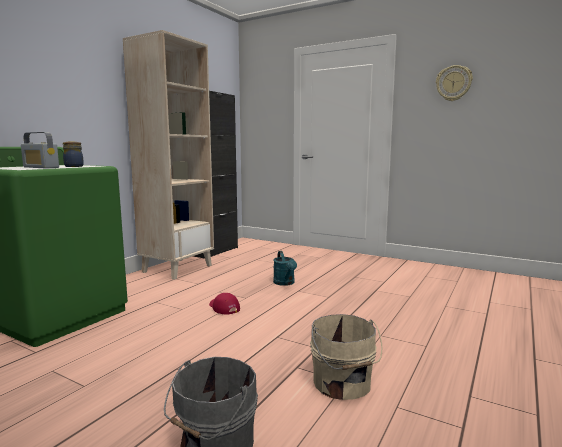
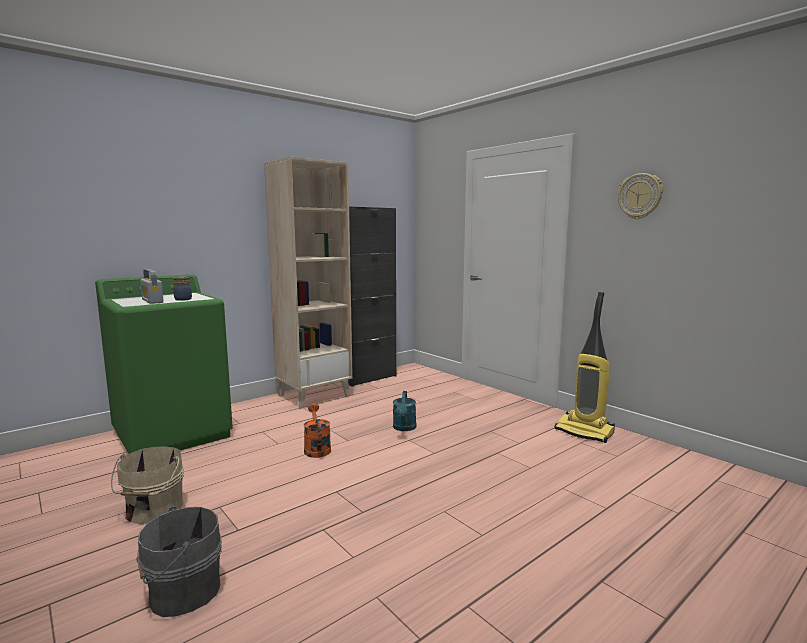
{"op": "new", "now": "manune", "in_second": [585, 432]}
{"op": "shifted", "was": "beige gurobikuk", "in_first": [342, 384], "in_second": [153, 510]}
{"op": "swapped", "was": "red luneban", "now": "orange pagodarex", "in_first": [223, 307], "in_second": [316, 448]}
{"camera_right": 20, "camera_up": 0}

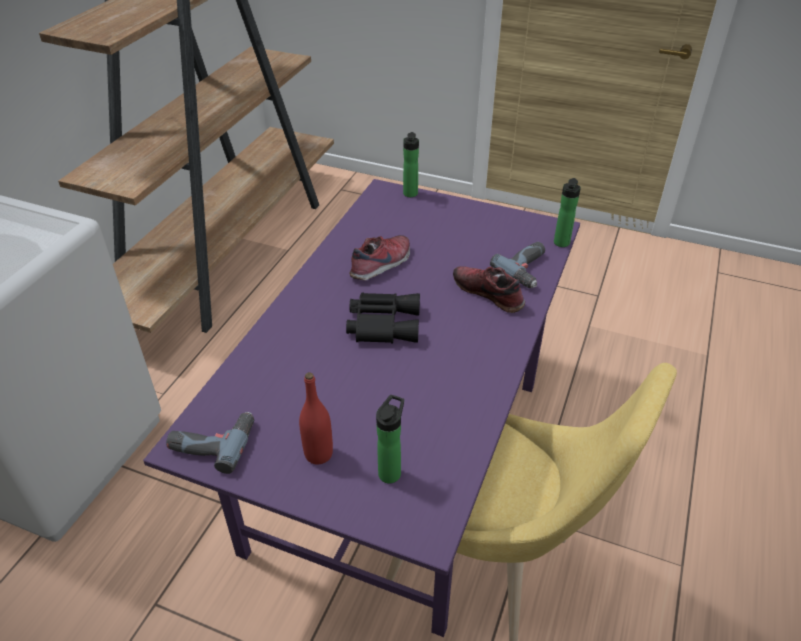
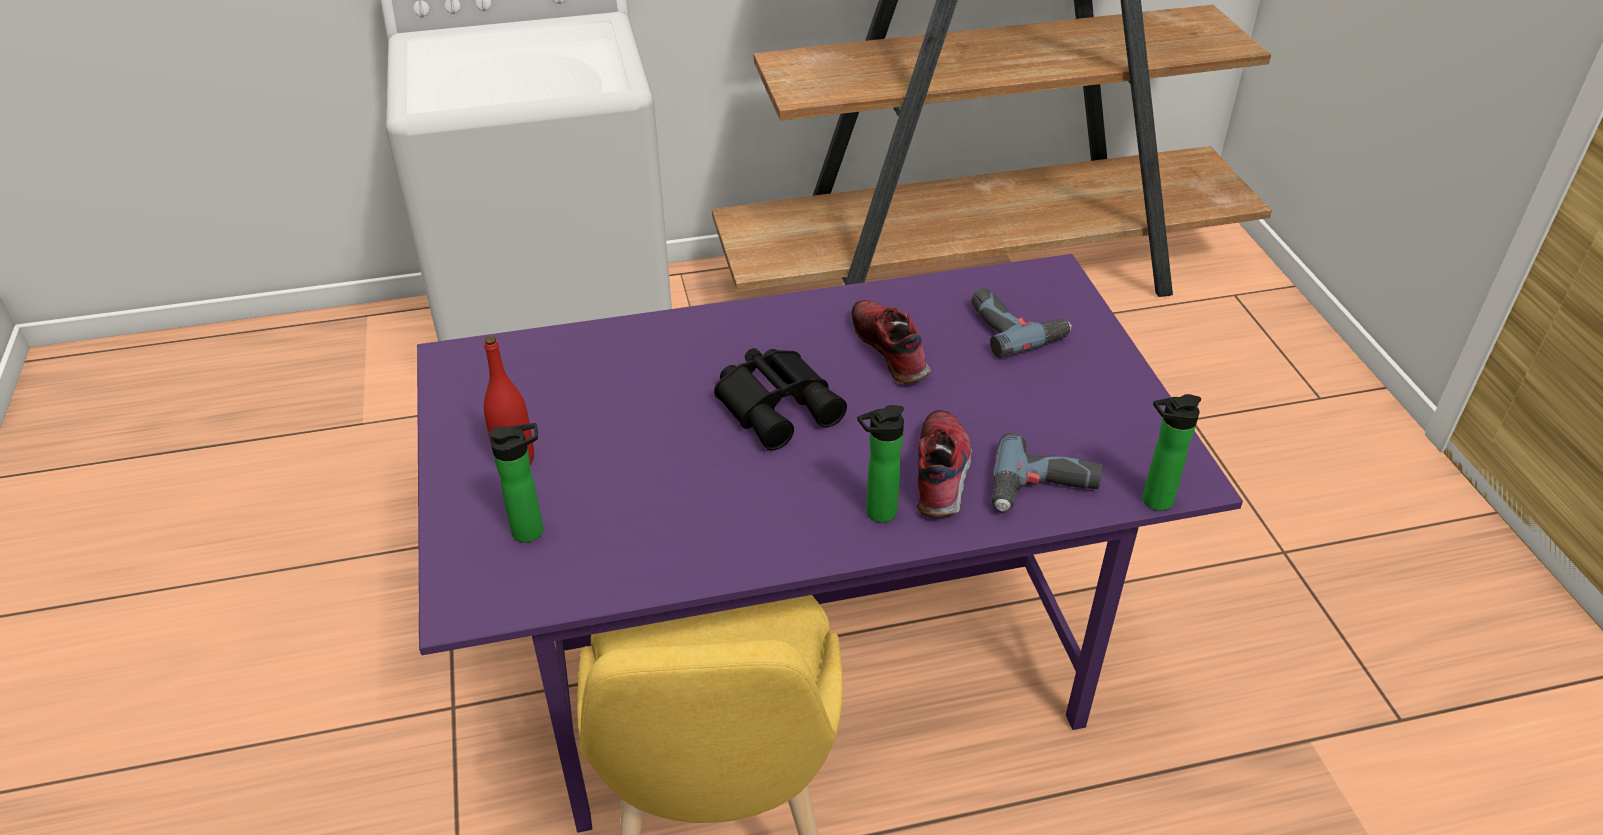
{"op": "shifted", "was": "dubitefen", "in_first": [213, 441], "in_second": [1015, 327]}
{"op": "shifted", "was": "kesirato", "in_first": [410, 195], "in_second": [876, 513]}
{"op": "rotated", "was": "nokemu", "in_first": [382, 265], "in_second": [892, 349], "clockwise": -120}
{"camera_right": 55, "camera_up": 0}

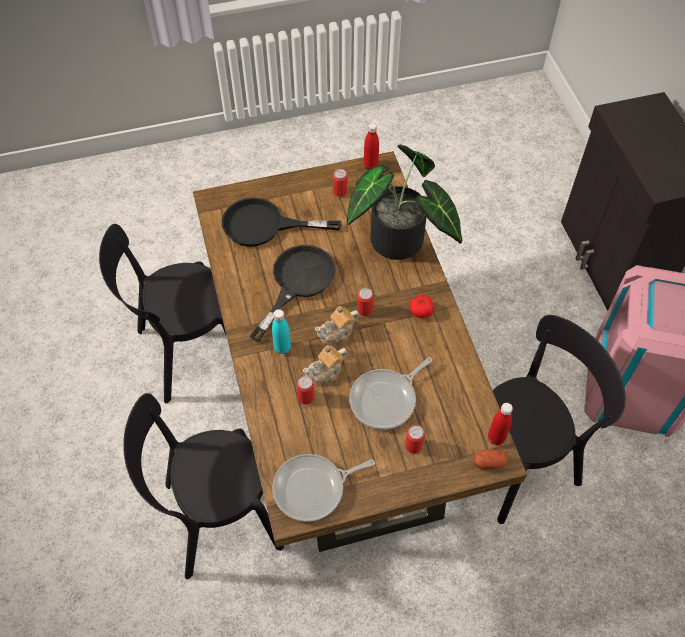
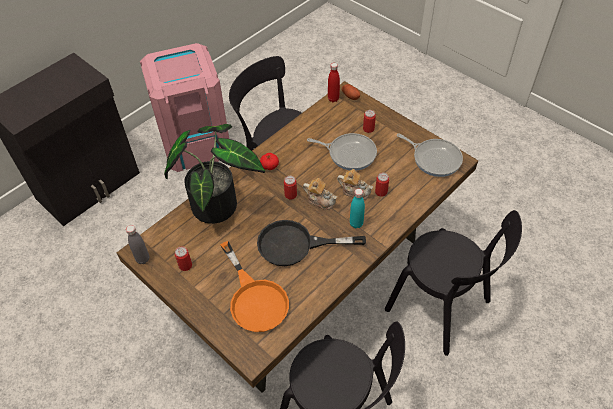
{"op": "repainted", "was": "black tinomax", "now": "orange tinomax", "in_first": [264, 225], "in_second": [255, 298]}
{"op": "repainted", "was": "red kesirato", "now": "grey kesirato", "in_first": [370, 166], "in_second": [143, 259]}
{"camera_right": -120, "camera_up": -5}

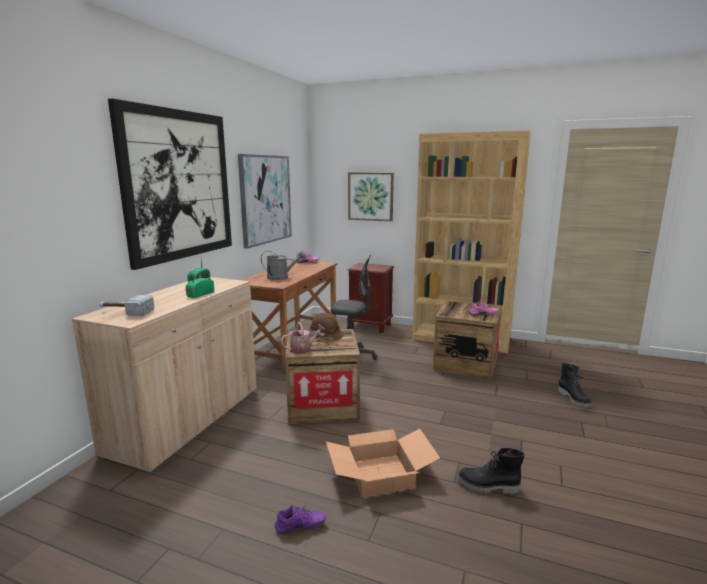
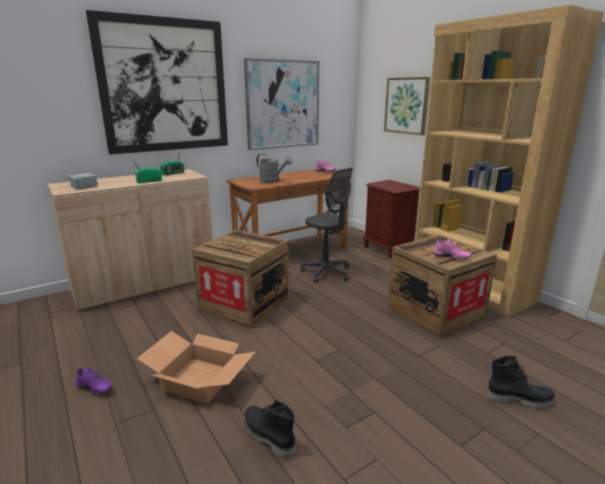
{"op": "gone", "was": "pagodarex", "in_first": [303, 349]}
{"op": "gone", "was": "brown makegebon", "in_first": [326, 335]}
{"op": "rotated", "was": "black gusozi", "in_first": [574, 399], "in_second": [519, 399], "clockwise": -105}
{"camera_right": 35, "camera_up": 5}

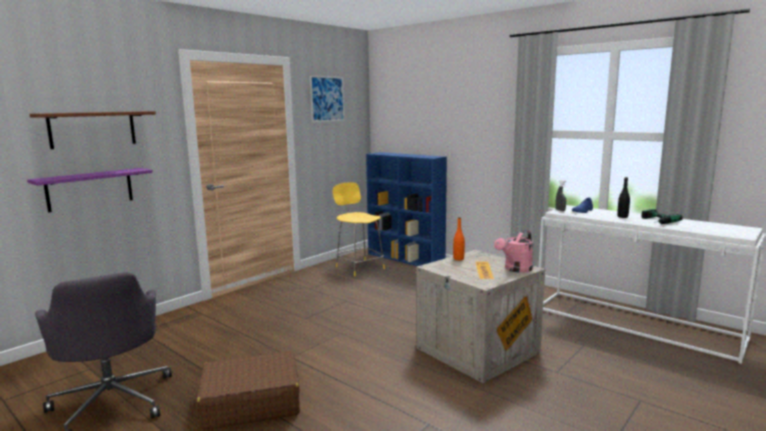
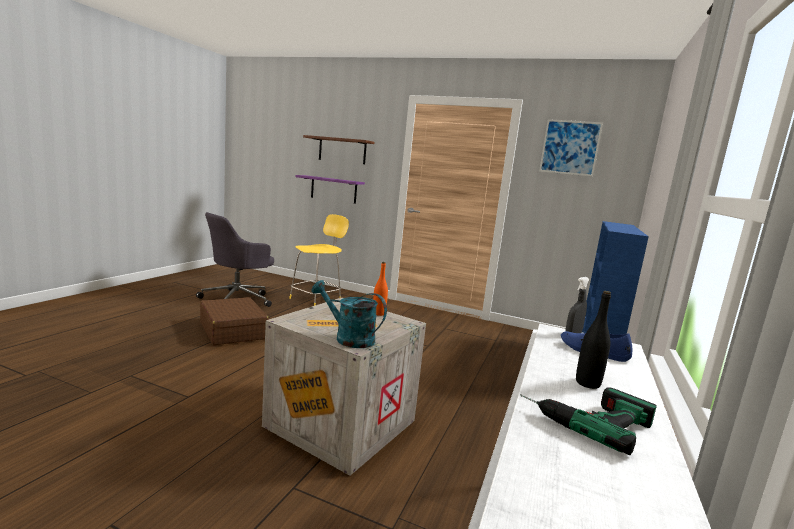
{"op": "shifted", "was": "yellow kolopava", "in_first": [359, 267], "in_second": [316, 299]}
{"op": "repainted", "was": "pink pagodarex", "now": "turquoise pagodarex", "in_first": [515, 269], "in_second": [348, 338]}
{"camera_right": 70, "camera_up": 0}

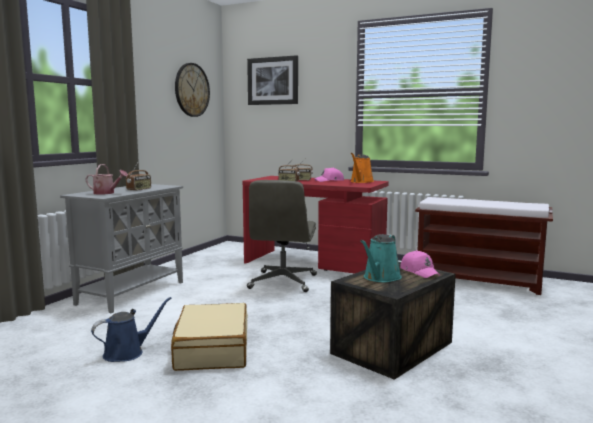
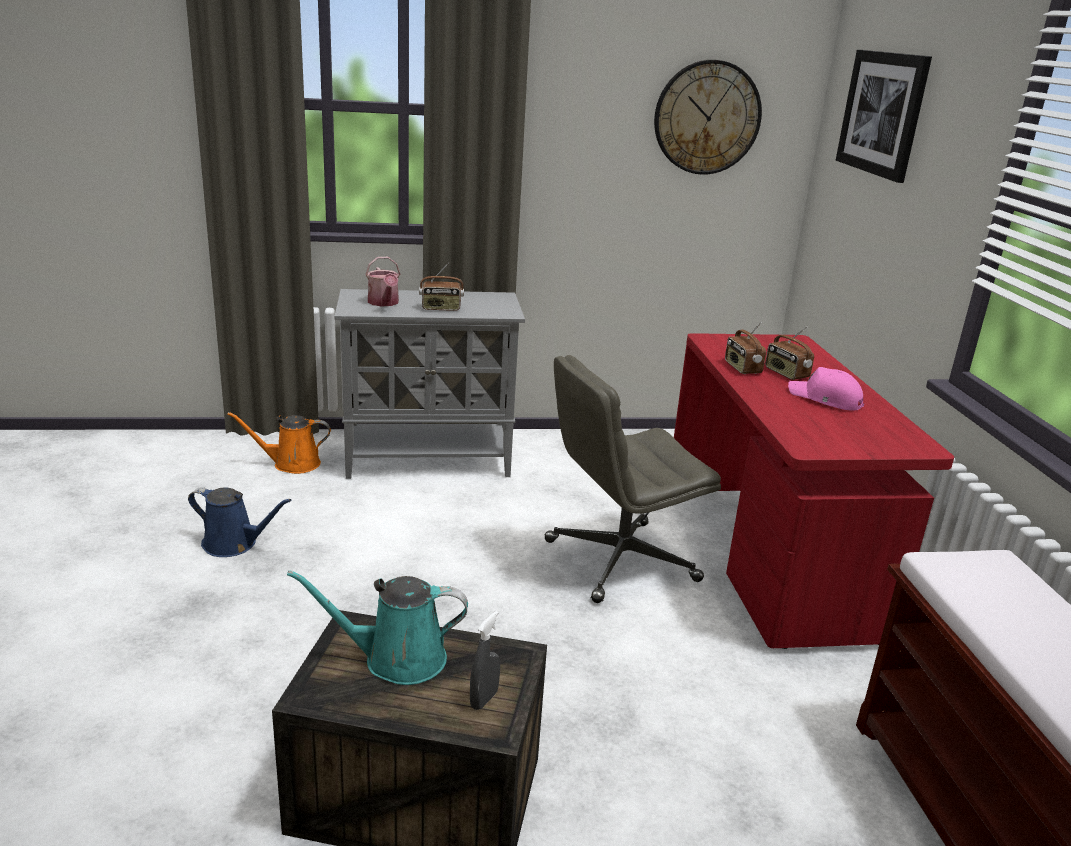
{"op": "gone", "was": "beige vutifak", "in_first": [212, 349]}
{"op": "shifted", "was": "orange pagodarex", "in_first": [361, 182], "in_second": [291, 464]}
{"op": "swapped", "was": "pink luneban", "now": "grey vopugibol", "in_first": [419, 271], "in_second": [484, 699]}
{"camera_right": 55, "camera_up": 15}

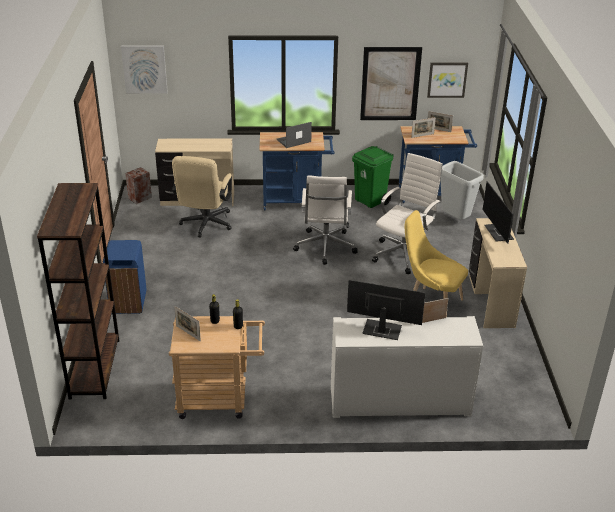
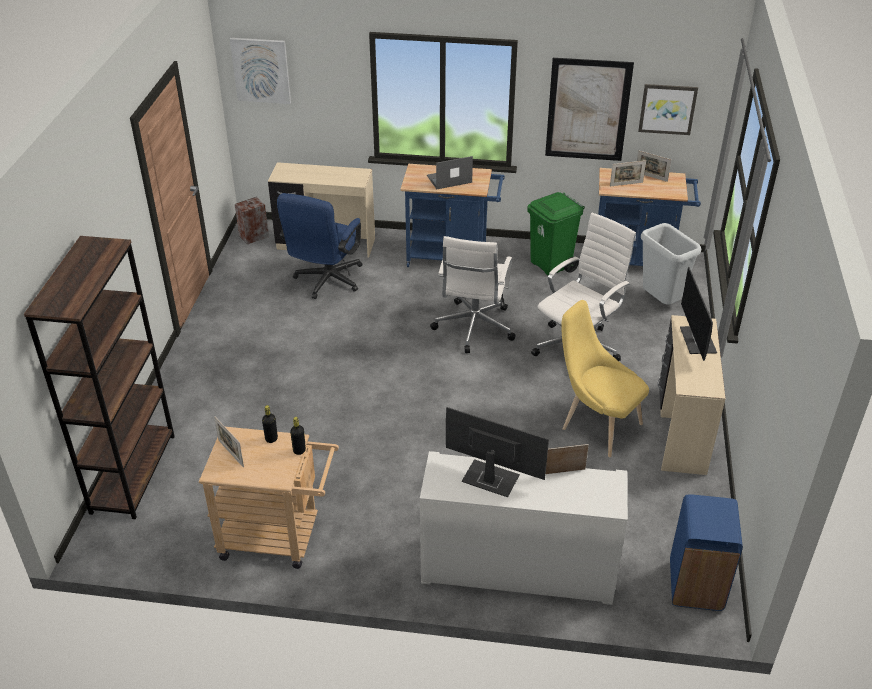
{"op": "shifted", "was": "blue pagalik", "in_first": [129, 303], "in_second": [696, 585]}
{"op": "repainted", "was": "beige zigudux", "now": "blue zigudux", "in_first": [205, 225], "in_second": [326, 282]}
{"camera_right": 10, "camera_up": 5}

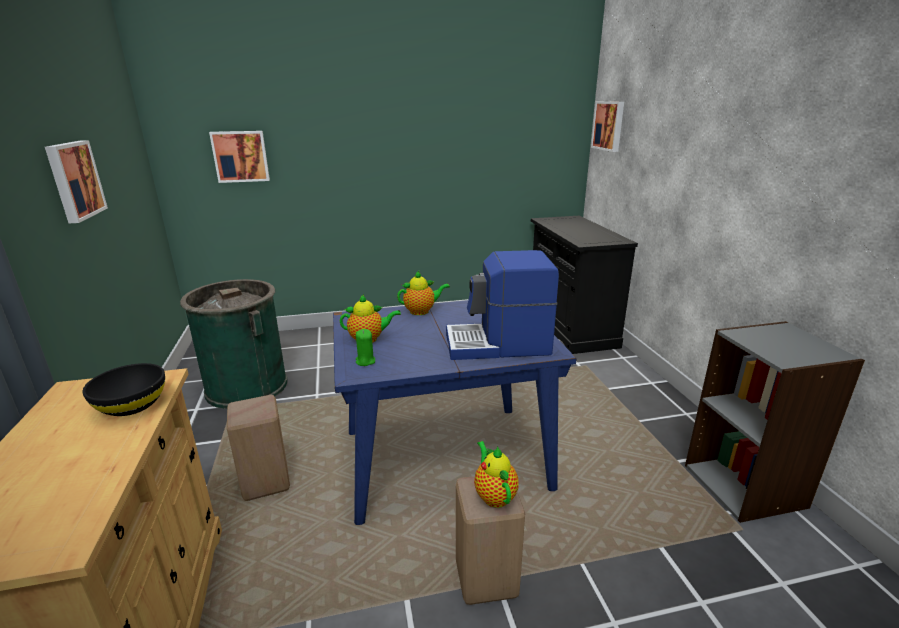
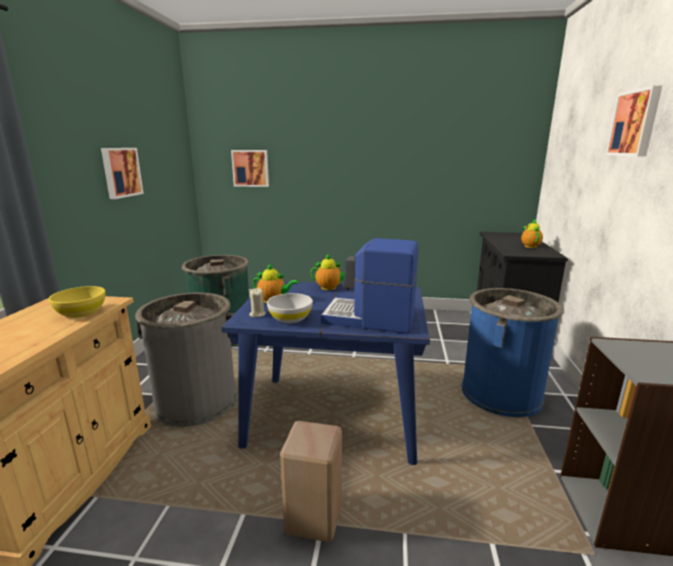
{"op": "new", "now": "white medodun", "in_second": [290, 318]}
{"op": "new", "now": "blue pagalik", "in_second": [501, 393]}
{"op": "shifted", "was": "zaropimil", "in_first": [494, 495], "in_second": [529, 246]}
{"op": "shifted", "was": "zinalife", "in_first": [609, 125], "in_second": [635, 123]}
{"op": "swapped", "was": "beige kolopava", "now": "grey pagalik", "in_first": [264, 482], "in_second": [196, 401]}
{"op": "repainted", "was": "black medodun", "now": "yellow medodun", "in_first": [132, 405], "in_second": [81, 312]}
{"op": "repainted", "was": "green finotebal", "now": "beige finotebal", "in_first": [365, 361], "in_second": [257, 314]}
{"camera_right": 20, "camera_up": -5}

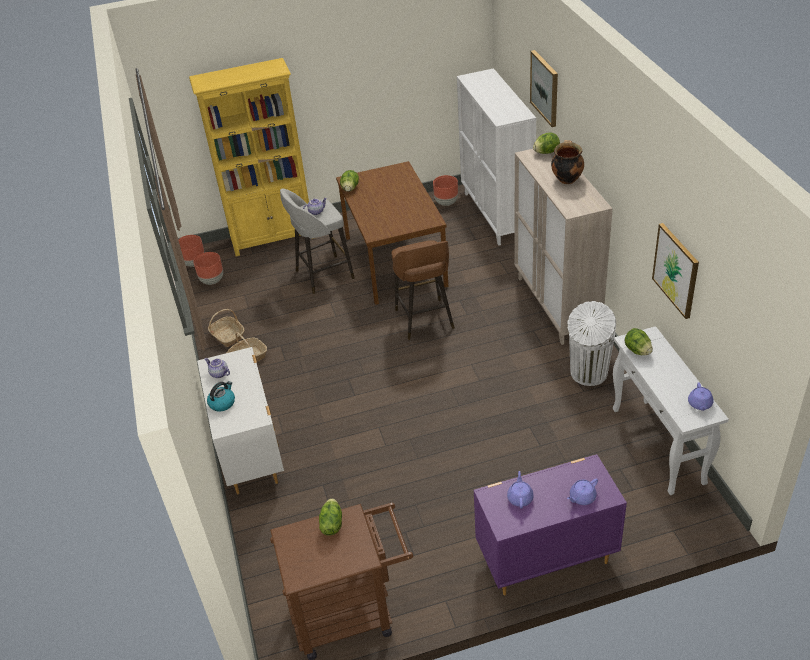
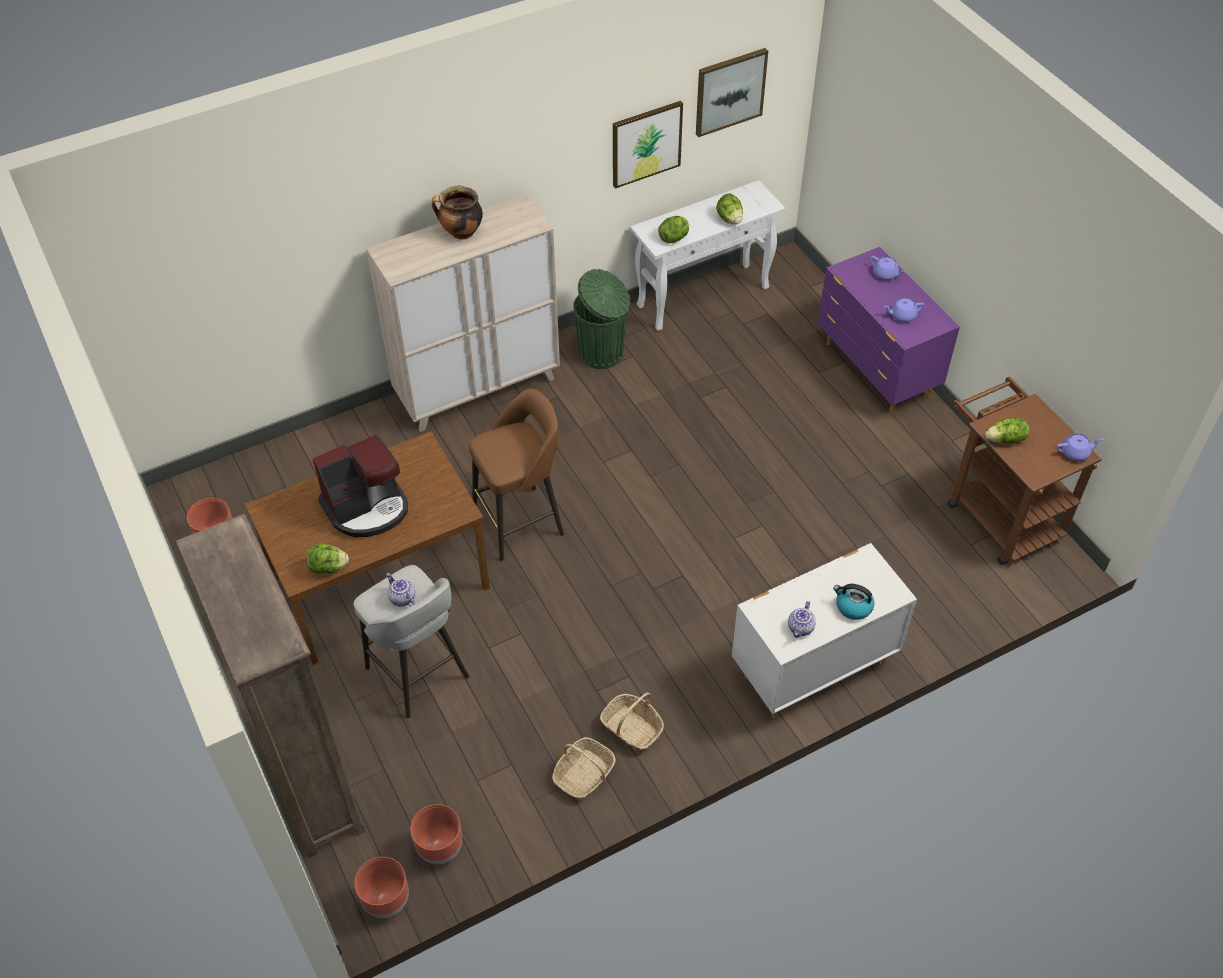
{"op": "gone", "was": "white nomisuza", "in_first": [496, 215]}
{"op": "new", "now": "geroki", "in_second": [367, 507]}
{"op": "shifted", "was": "zinalife", "in_first": [545, 88], "in_second": [729, 91]}
{"op": "shifted", "was": "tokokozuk", "in_first": [546, 152], "in_second": [729, 219]}
{"op": "shifted", "was": "purple zaropimil", "in_first": [700, 404], "in_second": [1075, 453]}
{"op": "repainted", "was": "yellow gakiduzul", "now": "brown gakiduzul", "in_first": [273, 238], "in_second": [309, 781]}
{"op": "repainted", "was": "white pagalik", "now": "green pagalik", "in_first": [588, 374], "in_second": [602, 353]}
{"camera_right": -105, "camera_up": 10}

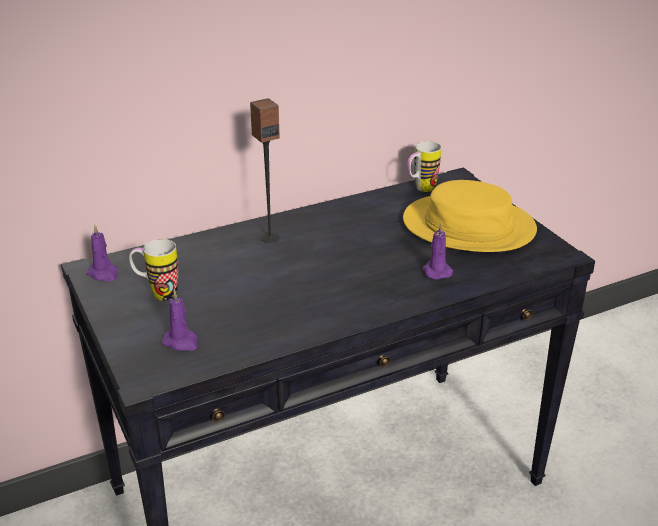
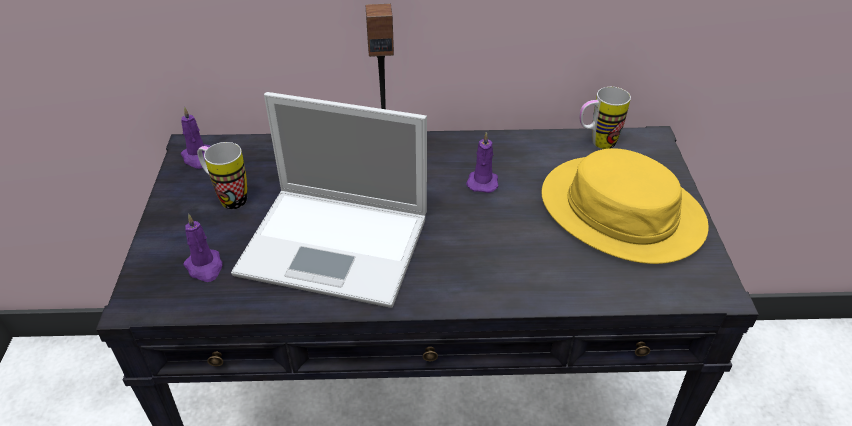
{"op": "new", "now": "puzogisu", "in_second": [338, 245]}
{"op": "shifted", "was": "purple finotebal", "in_first": [436, 271], "in_second": [482, 181]}
{"camera_right": 25, "camera_up": 10}

